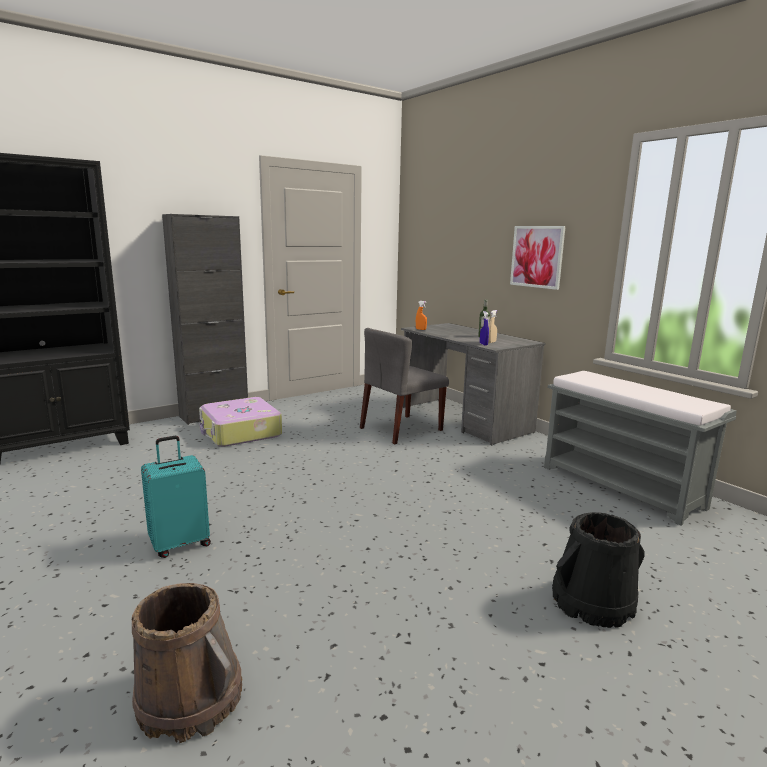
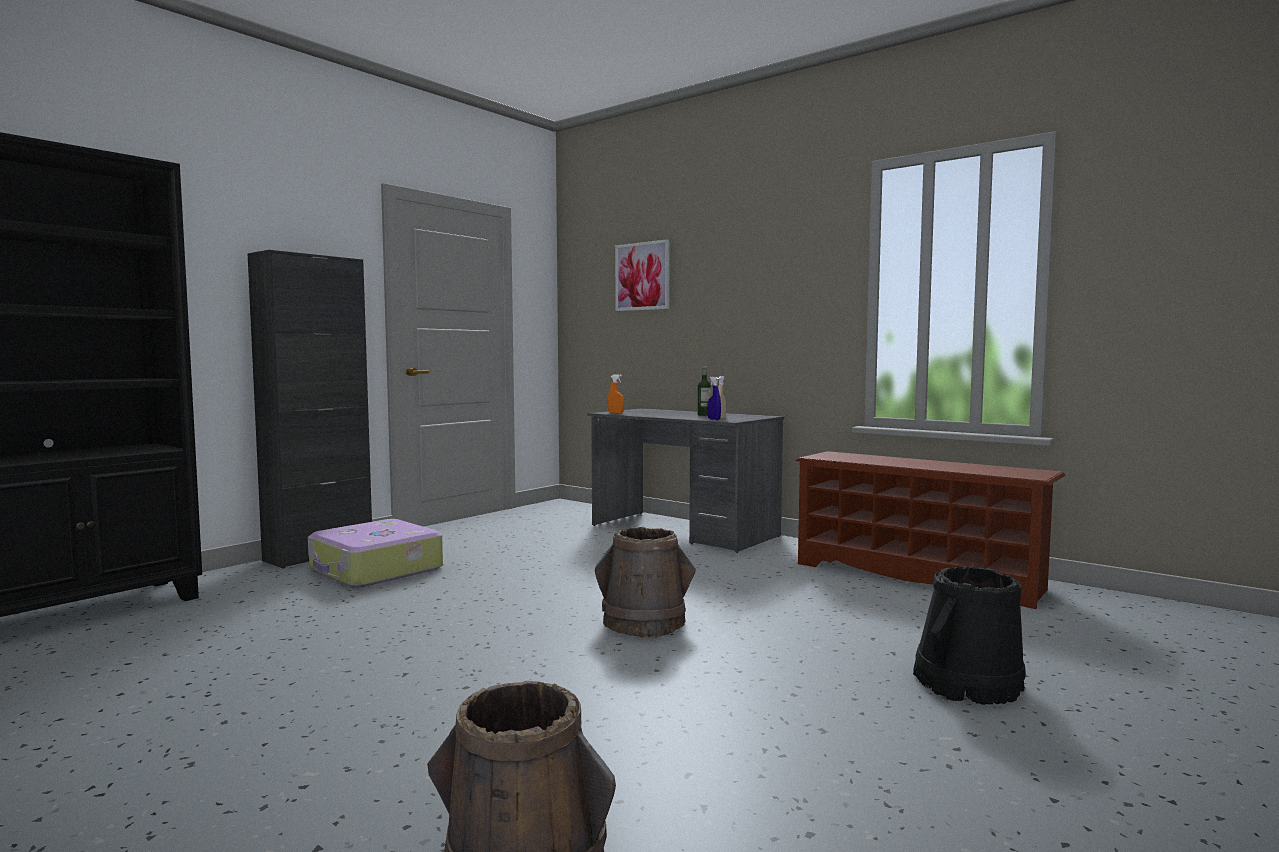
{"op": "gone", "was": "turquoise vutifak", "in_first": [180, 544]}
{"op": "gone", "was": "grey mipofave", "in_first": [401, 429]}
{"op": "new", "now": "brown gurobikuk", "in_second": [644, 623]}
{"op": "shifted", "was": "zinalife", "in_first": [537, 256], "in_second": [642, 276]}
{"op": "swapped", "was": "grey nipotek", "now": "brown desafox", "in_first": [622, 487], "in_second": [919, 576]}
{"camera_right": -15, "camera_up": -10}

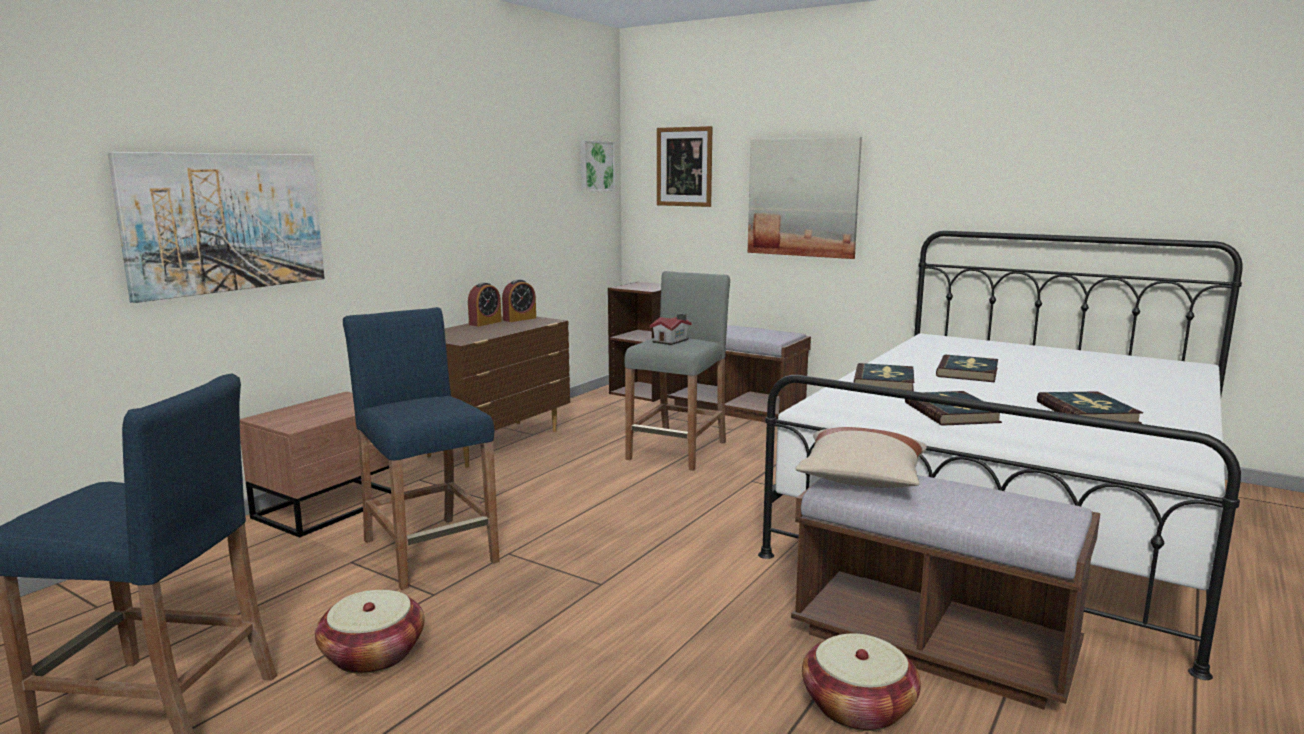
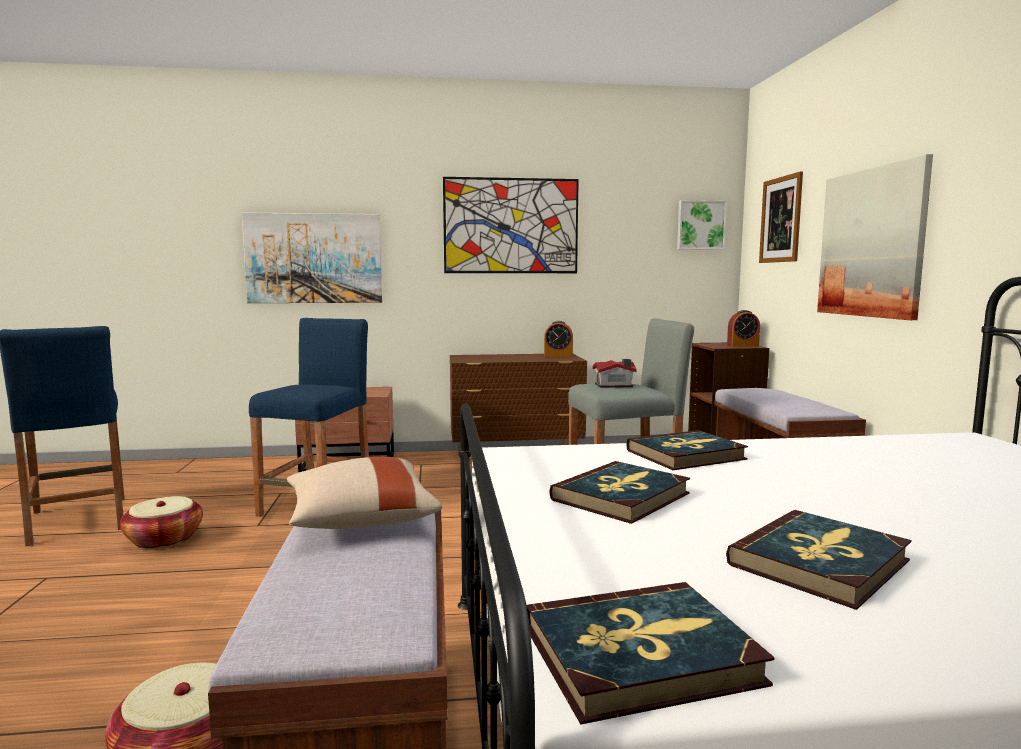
{"op": "new", "now": "zinalife", "in_second": [511, 226]}
{"op": "shifted", "was": "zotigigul", "in_first": [485, 323], "in_second": [742, 346]}
{"op": "shifted", "was": "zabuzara", "in_first": [968, 372], "in_second": [640, 655]}
{"camera_right": 50, "camera_up": -5}

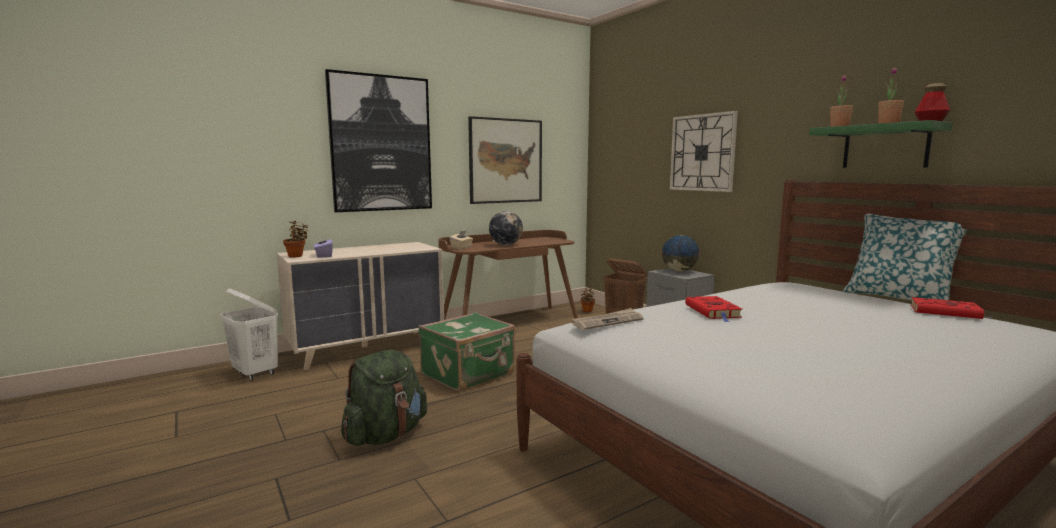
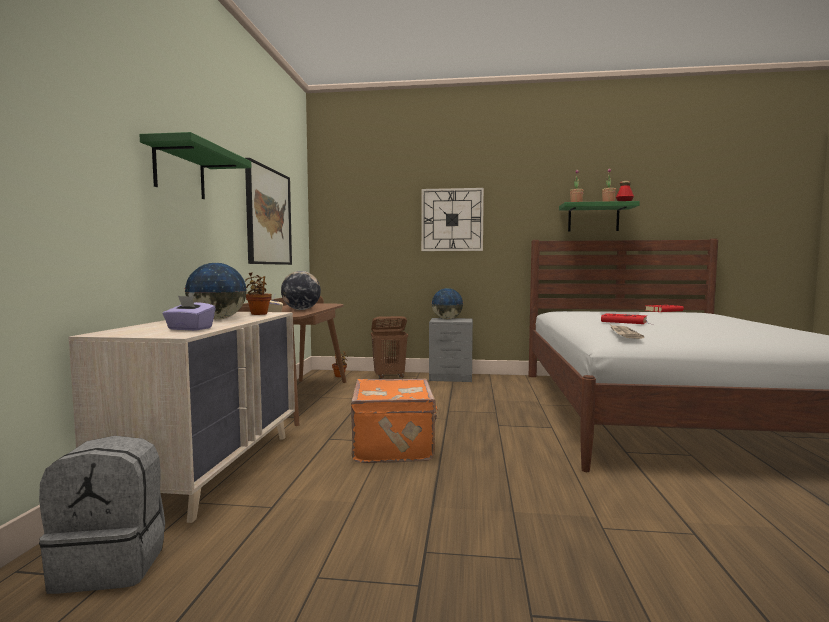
{"op": "gone", "was": "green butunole", "in_first": [386, 435]}
{"op": "gone", "was": "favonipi", "in_first": [898, 298]}
{"op": "new", "now": "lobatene", "in_second": [217, 319]}
{"op": "shifted", "was": "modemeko", "in_first": [296, 256], "in_second": [258, 314]}
{"op": "swapped", "was": "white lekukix", "now": "grey butunole", "in_first": [255, 373], "in_second": [113, 564]}
{"op": "swapped", "was": "zinalife", "now": "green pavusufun", "in_first": [381, 144], "in_second": [179, 171]}
{"op": "repainted", "was": "green vutifak", "now": "orange vutifak", "in_first": [469, 374], "in_second": [395, 446]}
{"camera_right": -50, "camera_up": -5}

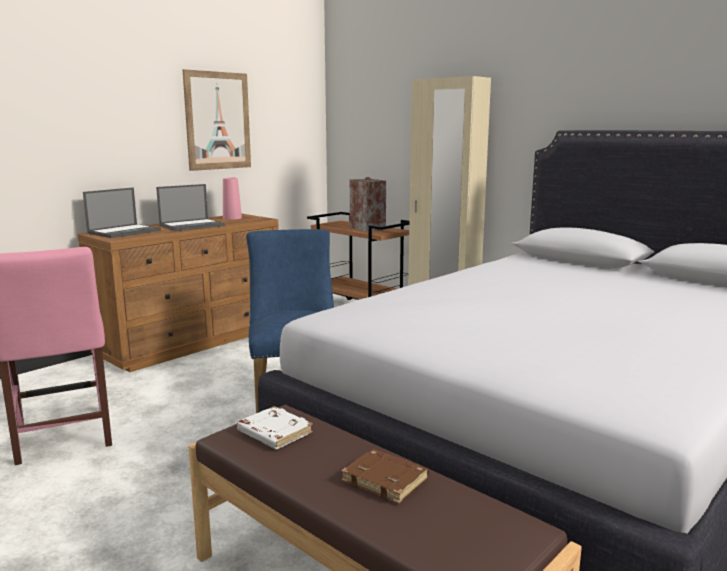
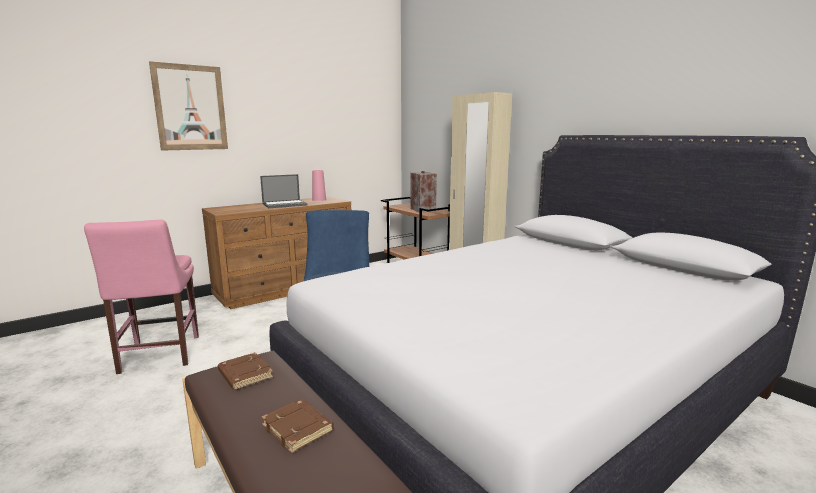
{"op": "gone", "was": "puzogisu", "in_first": [125, 232]}
{"op": "shifted", "was": "zinalife", "in_first": [218, 121], "in_second": [190, 108]}
{"op": "repainted", "was": "white zabuzara", "now": "brown zabuzara", "in_first": [273, 433], "in_second": [244, 375]}
{"camera_right": 10, "camera_up": 0}

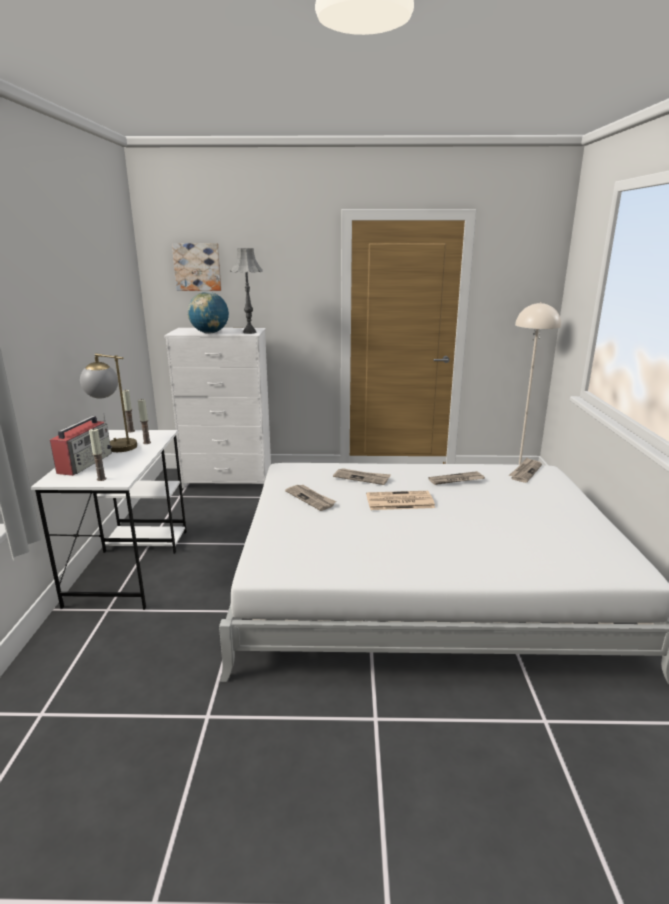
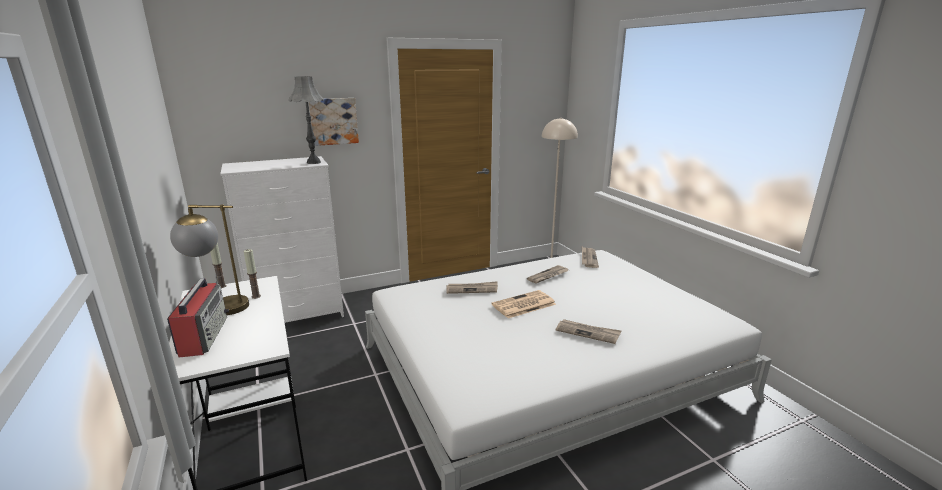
{"op": "gone", "was": "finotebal", "in_first": [101, 479]}
{"op": "gone", "was": "lobatene", "in_first": [210, 333]}
{"op": "shifted", "was": "zinalife", "in_first": [197, 267], "in_second": [333, 121]}
{"op": "shifted", "was": "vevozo", "in_first": [311, 498], "in_second": [588, 332]}
{"camera_right": -25, "camera_up": 0}

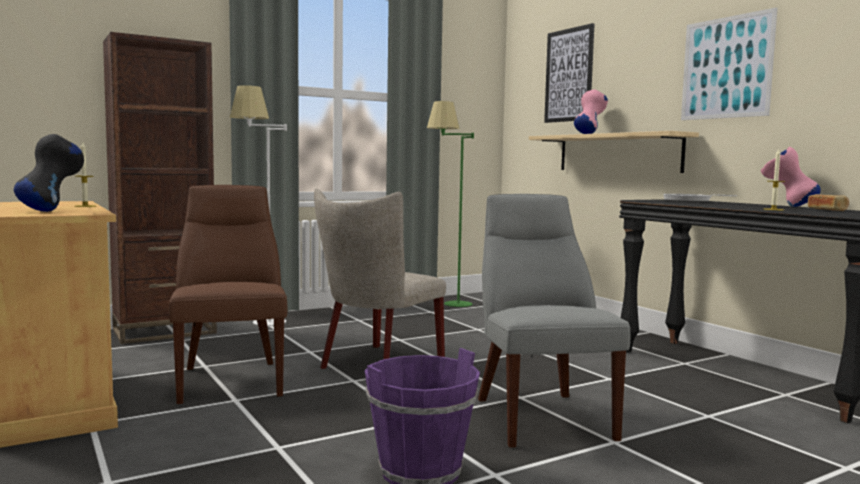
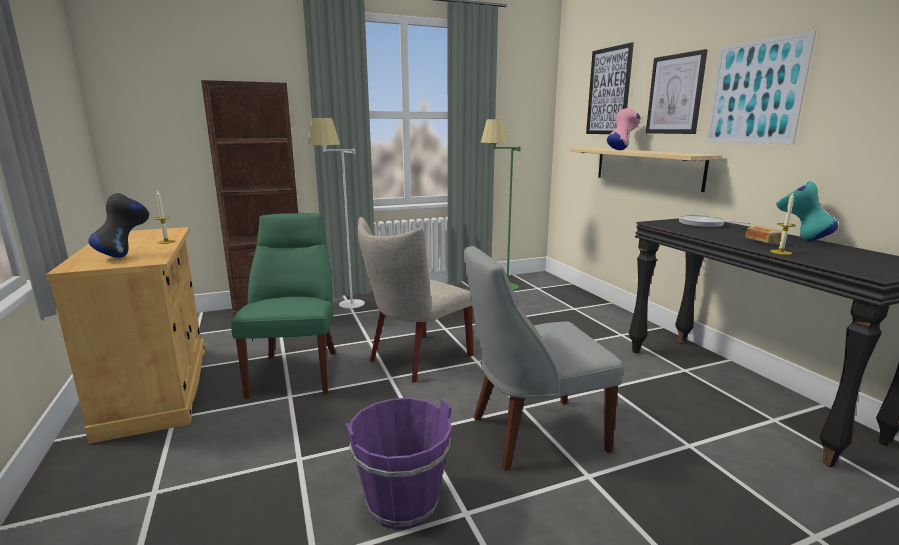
{"op": "new", "now": "zinalife", "in_second": [675, 94]}
{"op": "shifted", "was": "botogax", "in_first": [827, 210], "in_second": [763, 242]}
{"op": "repainted", "was": "brown mipofave", "now": "green mipofave", "in_first": [231, 379], "in_second": [296, 371]}
{"op": "repainted", "was": "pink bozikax", "now": "turquoise bozikax", "in_first": [787, 206], "in_second": [800, 240]}
{"op": "rotated", "was": "grey mipofave", "in_first": [540, 416], "in_second": [531, 434], "clockwise": -105}
{"camera_right": 10, "camera_up": 10}

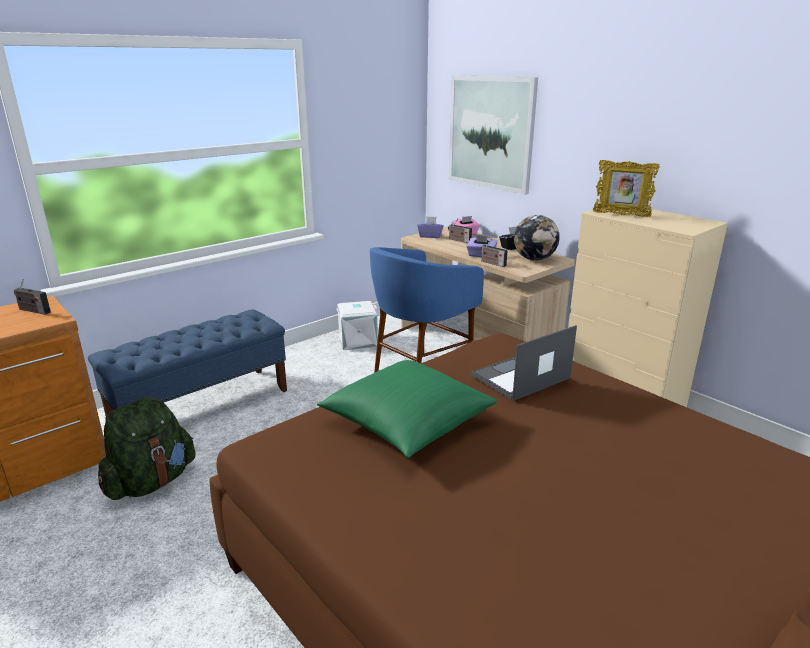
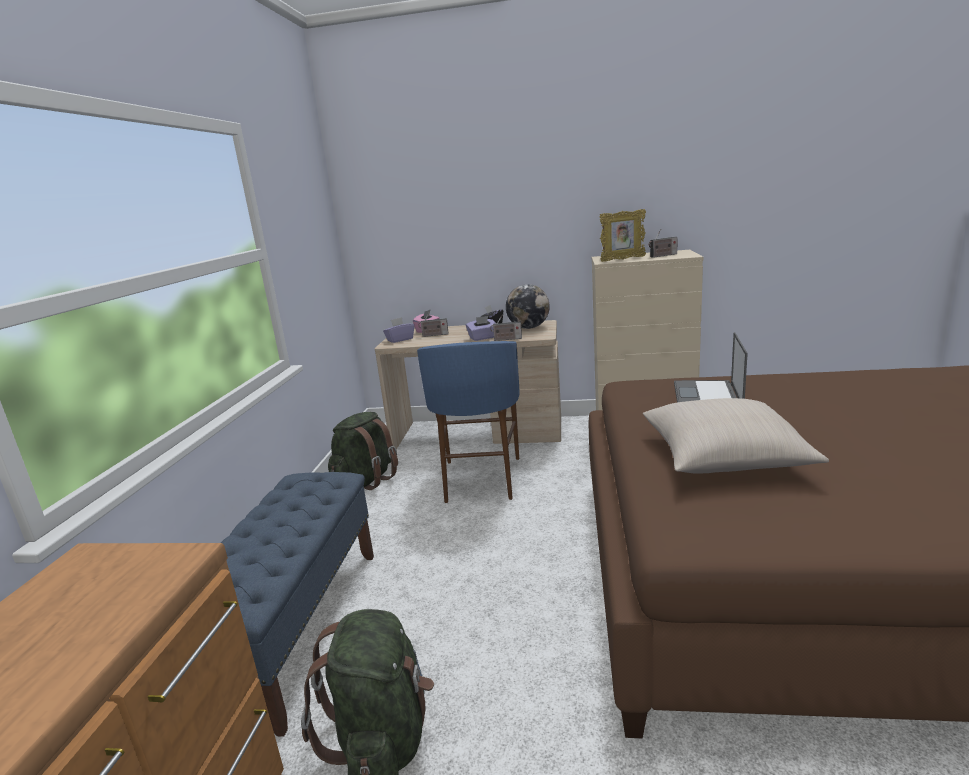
{"op": "gone", "was": "zinalife", "in_first": [490, 133]}
{"op": "shifted", "was": "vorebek", "in_first": [33, 311], "in_second": [662, 255]}
{"op": "swapped", "was": "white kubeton", "now": "green butunole", "in_first": [357, 341], "in_second": [366, 480]}
{"op": "repainted", "was": "green favonipi", "now": "beige favonipi", "in_first": [407, 423], "in_second": [723, 457]}
{"camera_right": -40, "camera_up": -5}

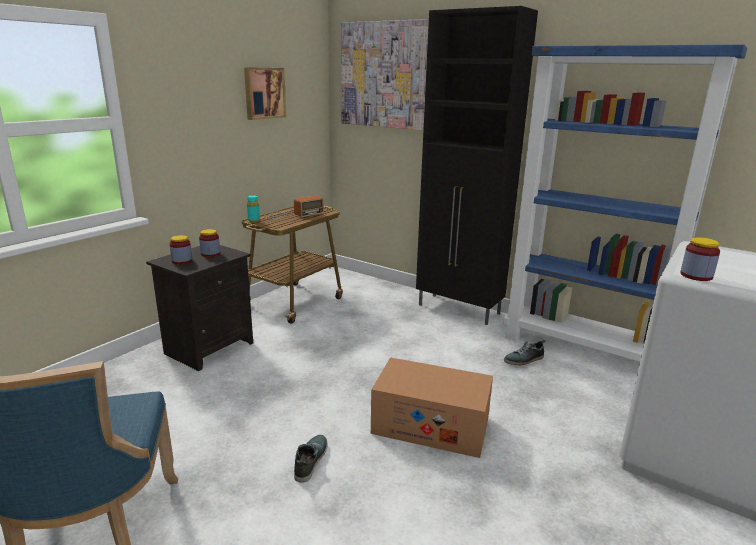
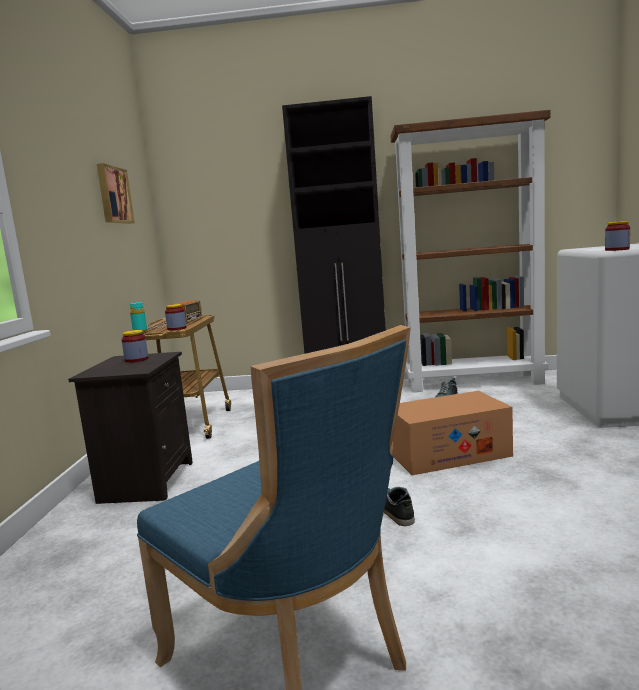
{"op": "gone", "was": "zinalife", "in_first": [383, 75]}
{"op": "shifted", "was": "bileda", "in_first": [182, 261], "in_second": [177, 328]}
{"op": "repainted", "was": "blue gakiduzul", "now": "brown gakiduzul", "in_first": [583, 349], "in_second": [474, 382]}
{"camera_right": -30, "camera_up": -10}

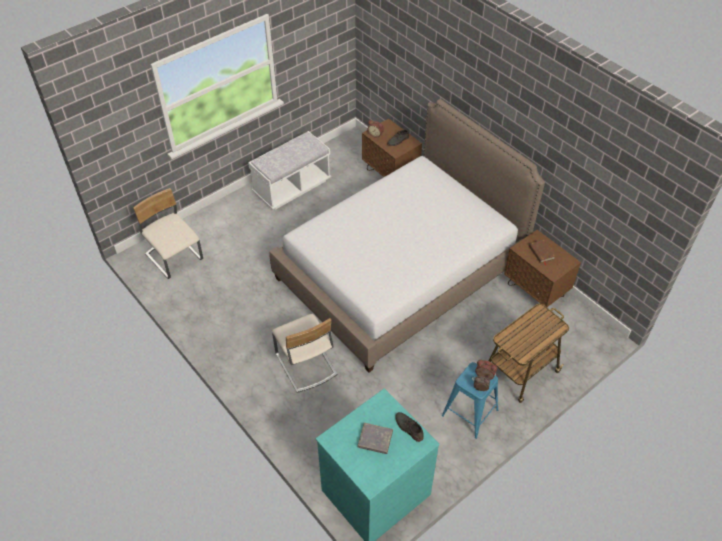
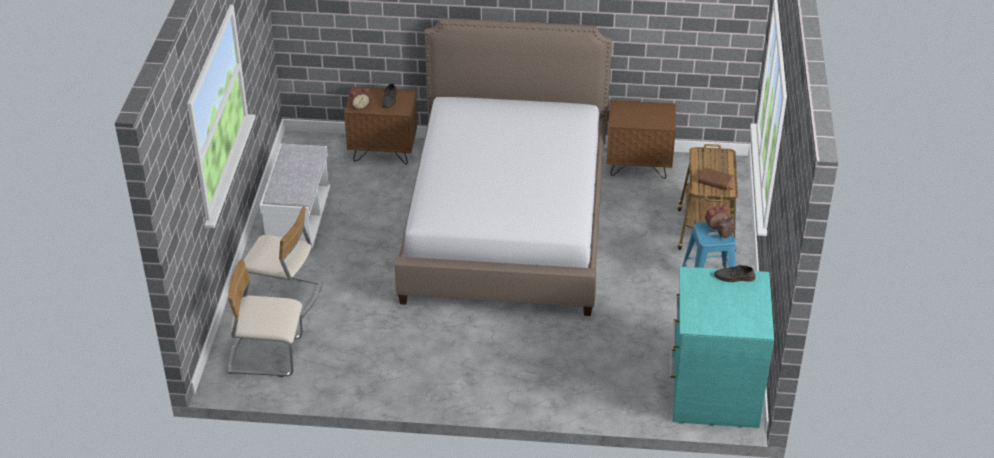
{"op": "gone", "was": "grey zabuzara", "in_first": [375, 439]}
{"op": "shifted", "was": "beige mipofave", "in_first": [305, 365], "in_second": [284, 295]}
{"op": "shifted", "was": "brown zabuzara", "in_first": [541, 252], "in_second": [715, 181]}
{"camera_right": -45, "camera_up": -10}

